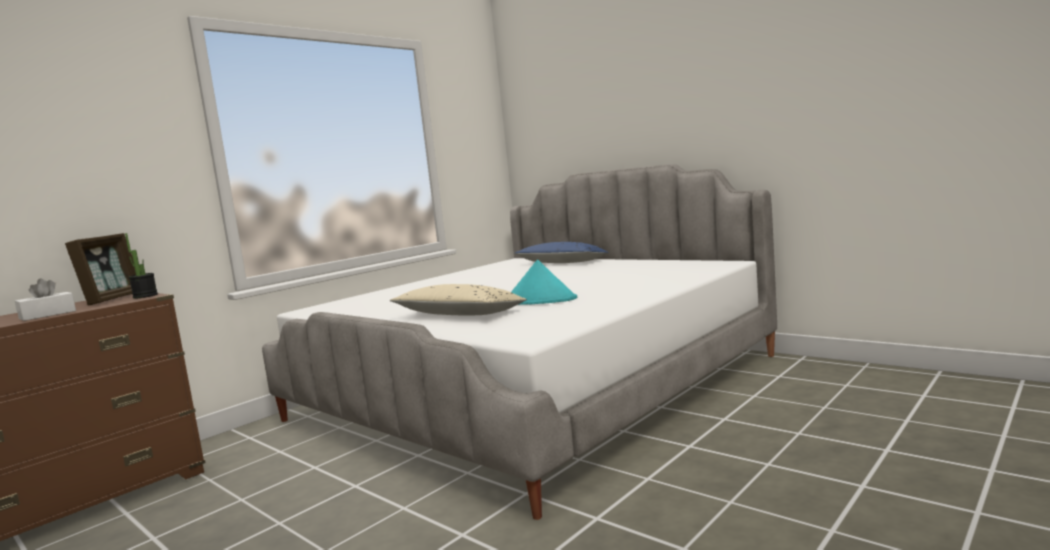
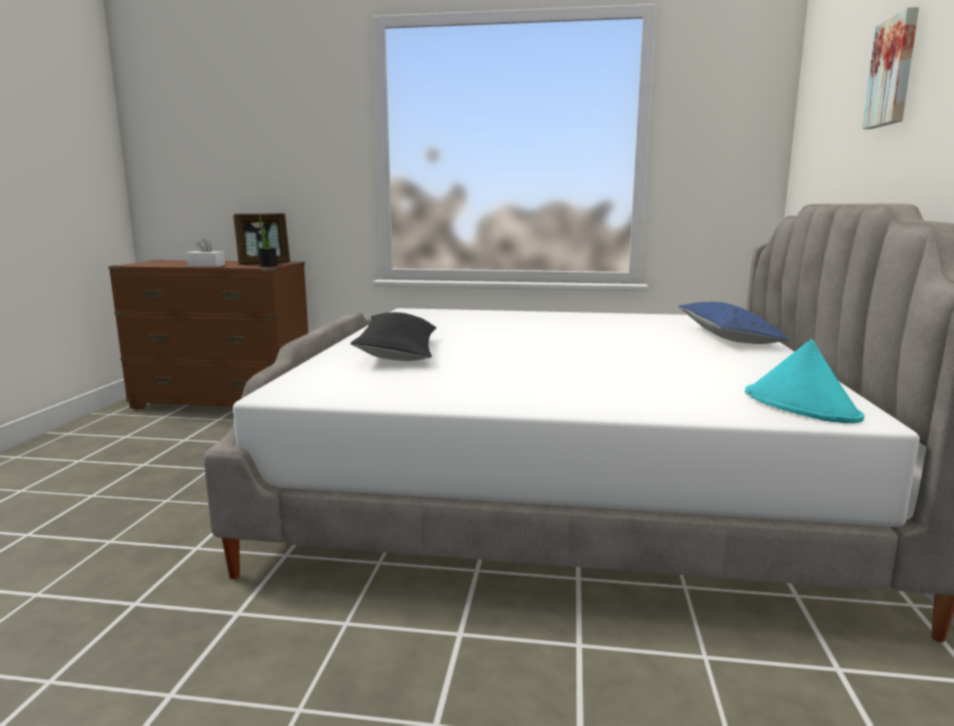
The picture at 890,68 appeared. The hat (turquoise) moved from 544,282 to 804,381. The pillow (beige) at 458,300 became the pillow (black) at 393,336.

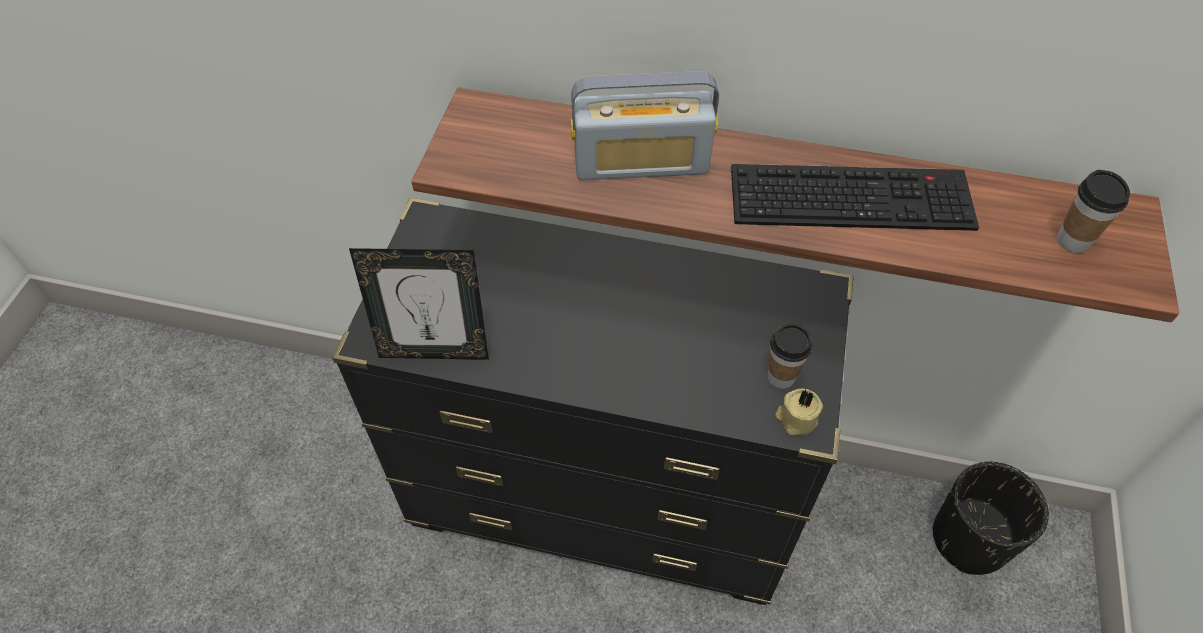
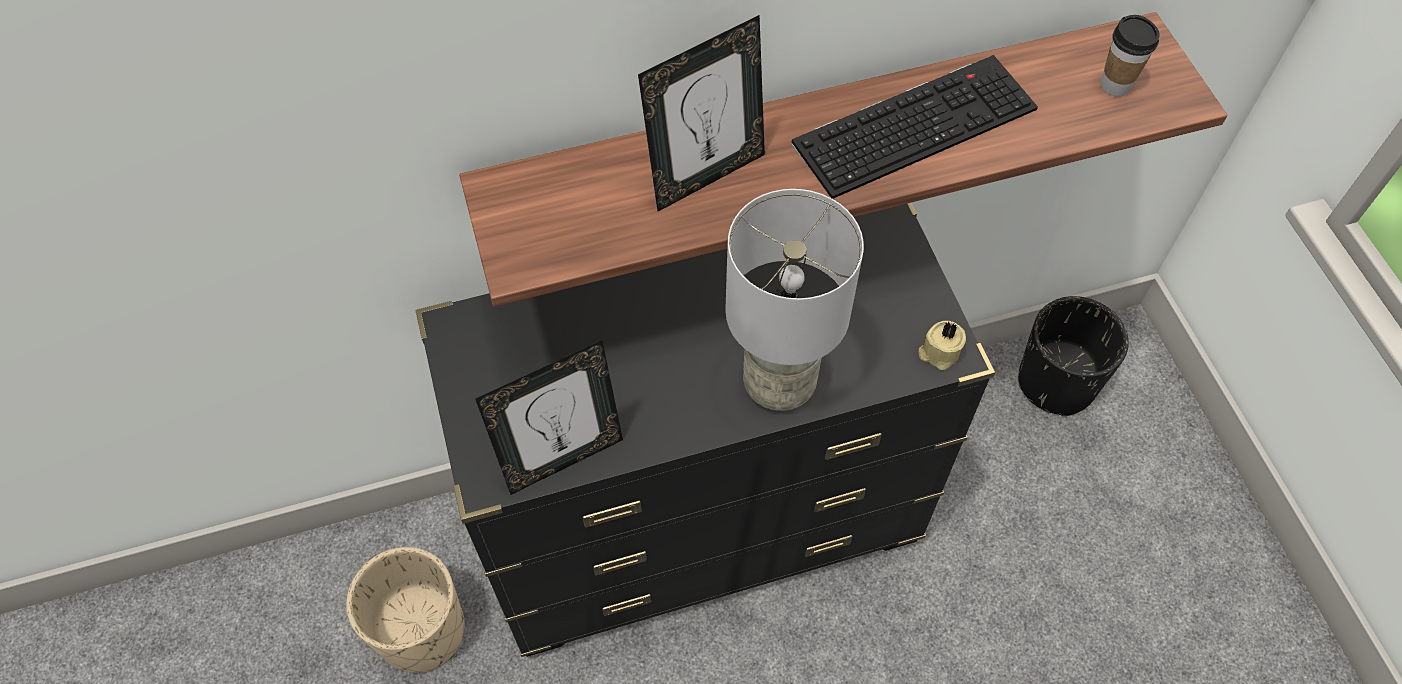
The cup at 790,356 disappeared. The planter (beige) at 406,610 appeared. The table lamp (grey) at 794,300 appeared. The radio at 645,125 was replaced by the picture frame at 701,113.

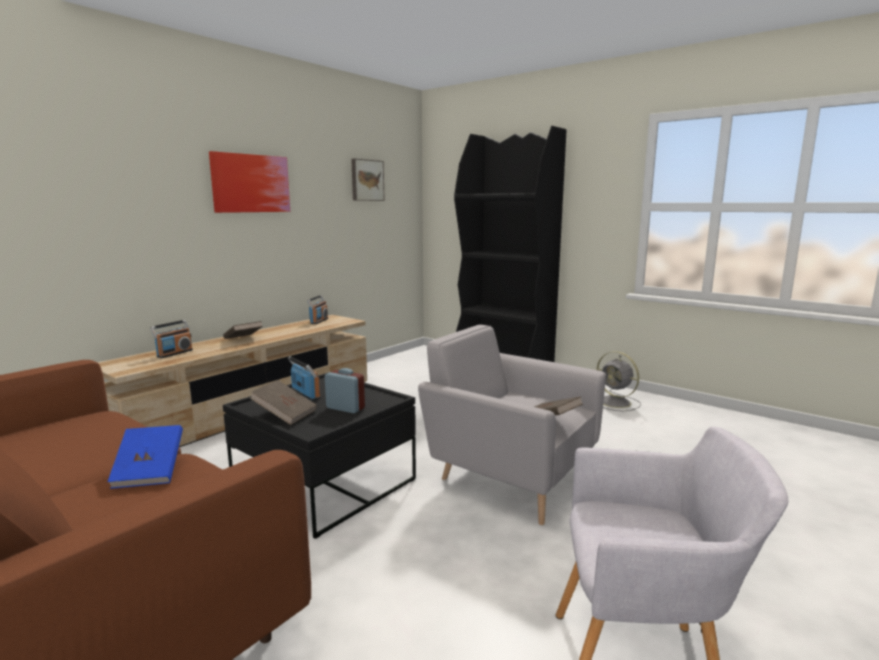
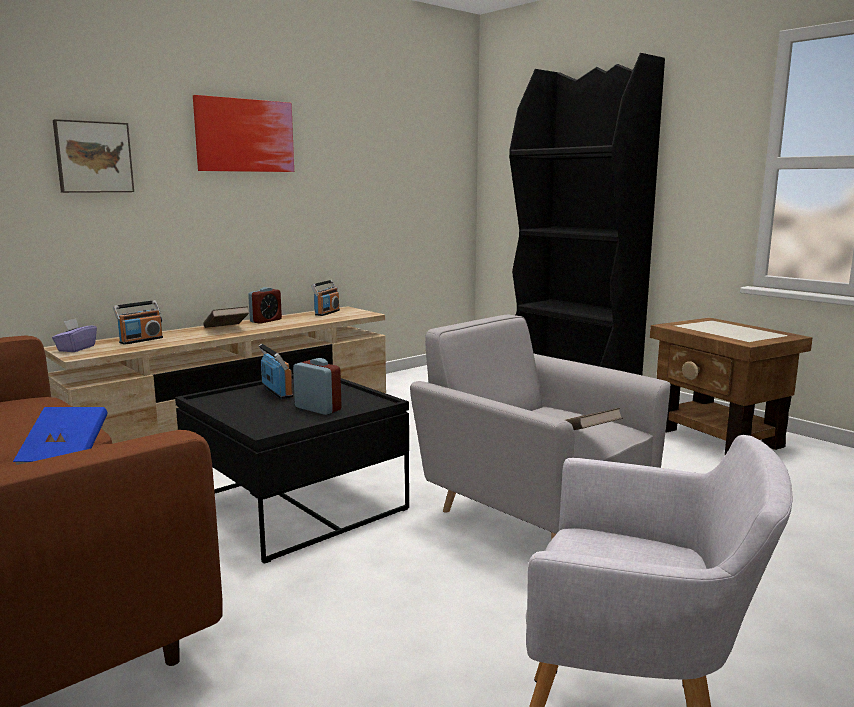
The book (brown) at 283,402 disappeared. The tissue box (purple) at 74,335 appeared. The alarm clock at 265,305 appeared. The picture moved from 368,180 to 93,156. The fan (grey) at 619,381 was replaced by the side table (brown) at 731,386.

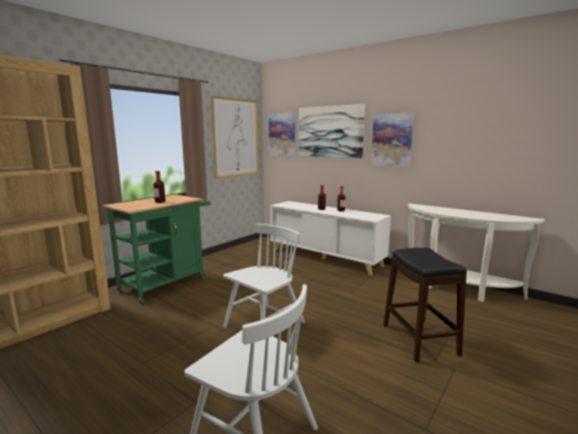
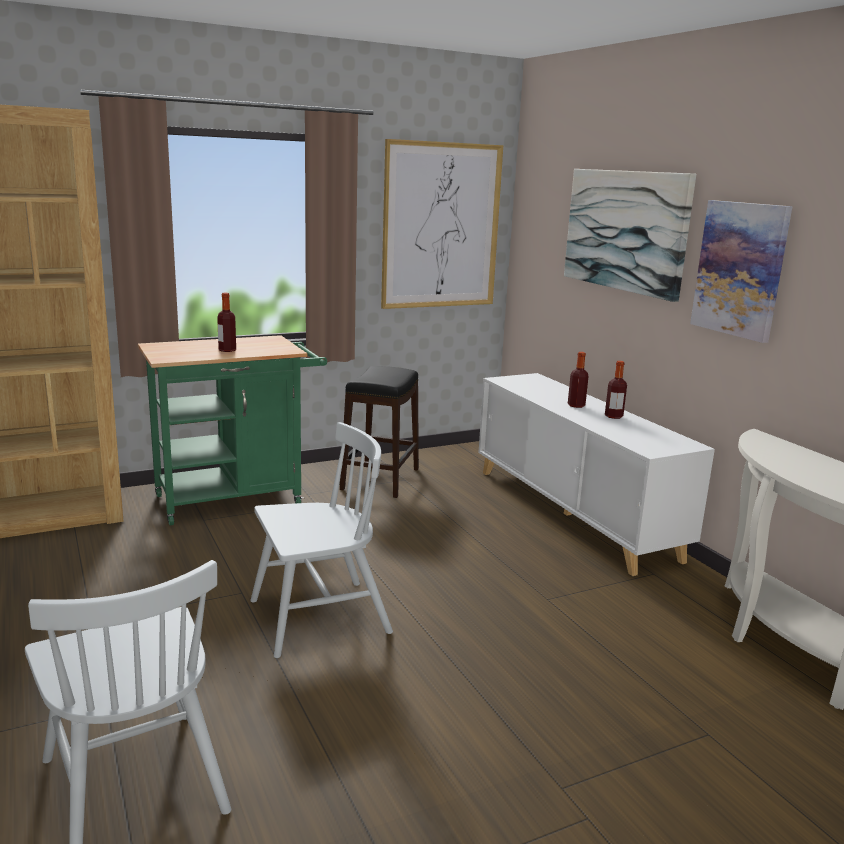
The picture at 282,134 disappeared. The stool (black) moved from 425,305 to 379,432.

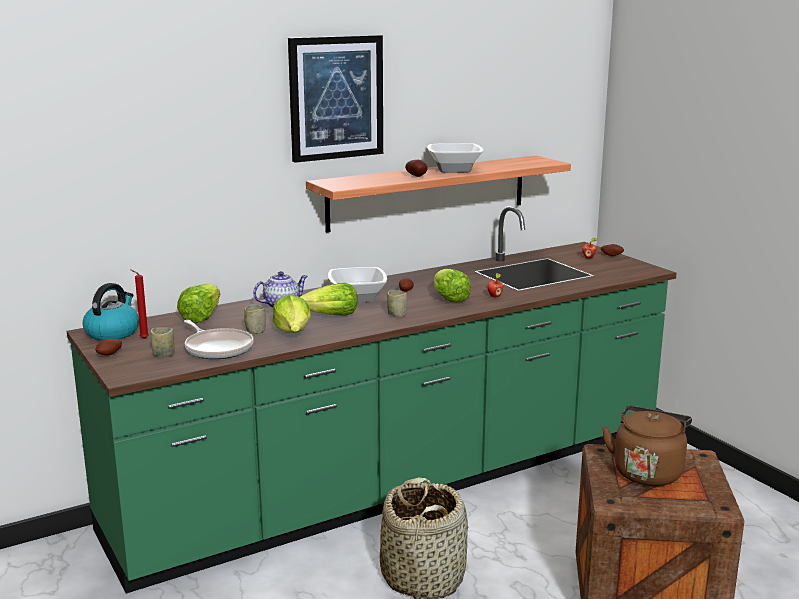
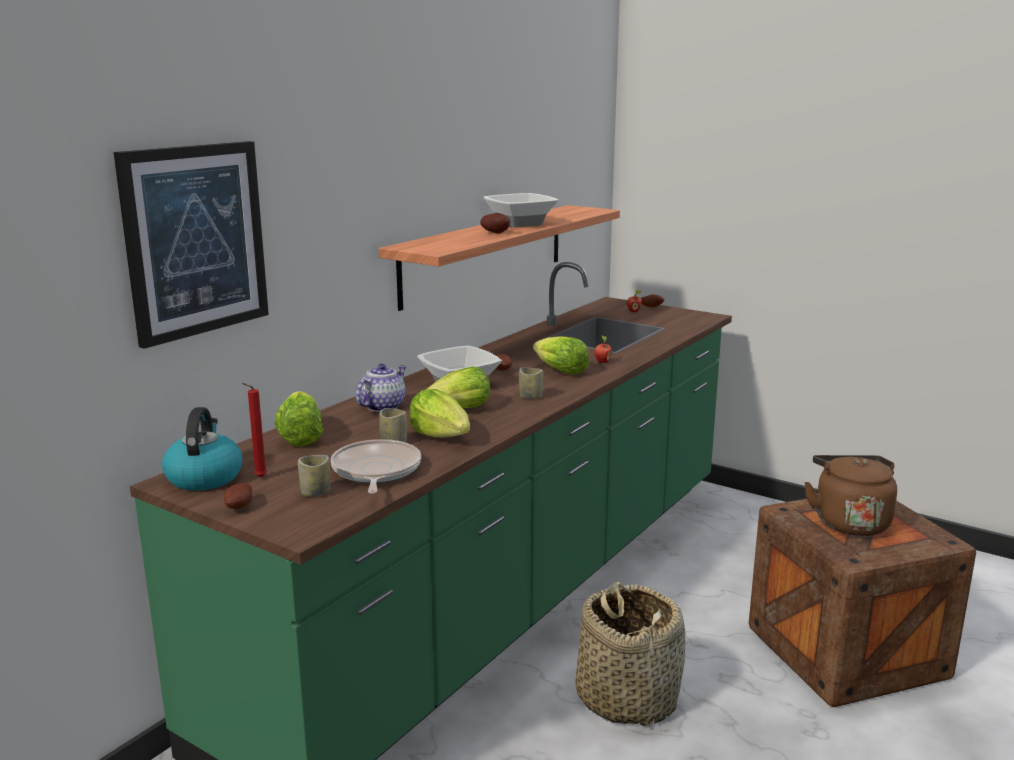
The picture moved from 335,99 to 191,245. The frying pan at 219,339 turned 120 degrees counterclockwise.

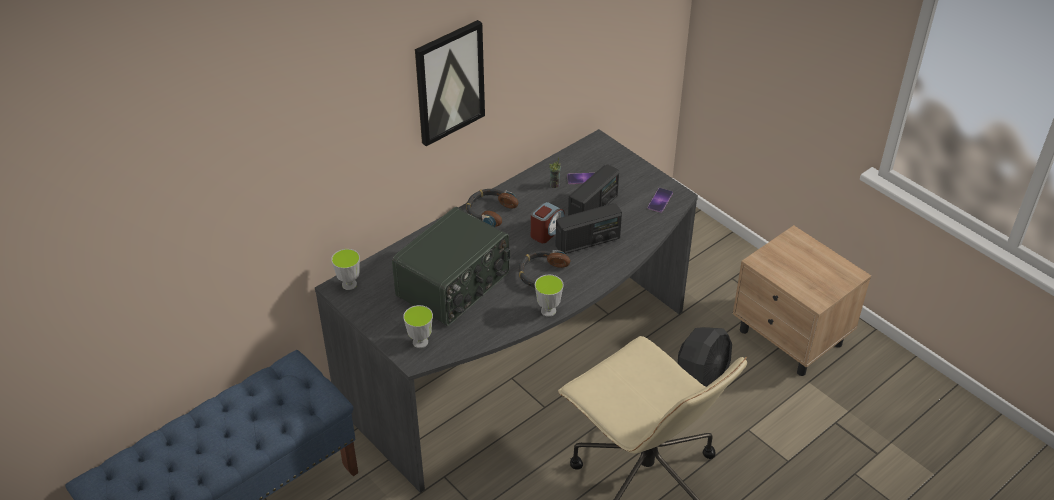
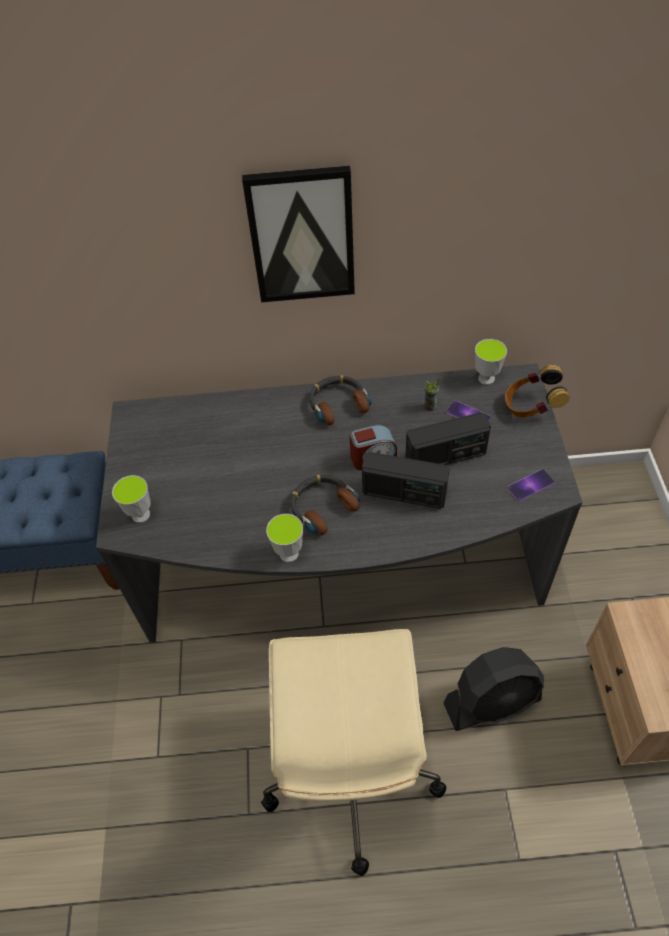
The radio at 451,266 disappeared. The headphones at 537,391 appeared. The cup moved from 345,269 to 491,362.

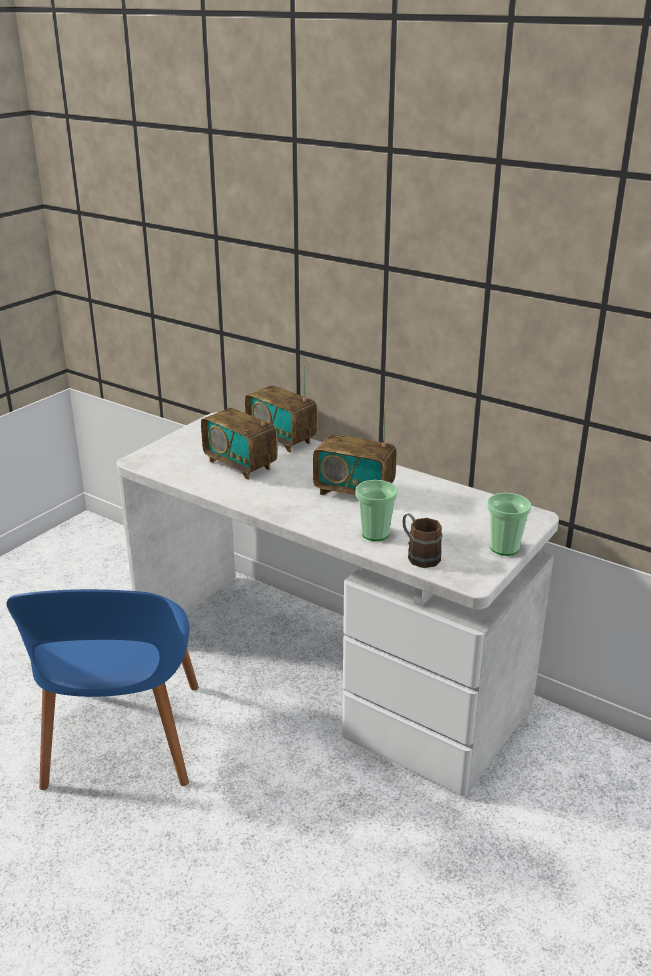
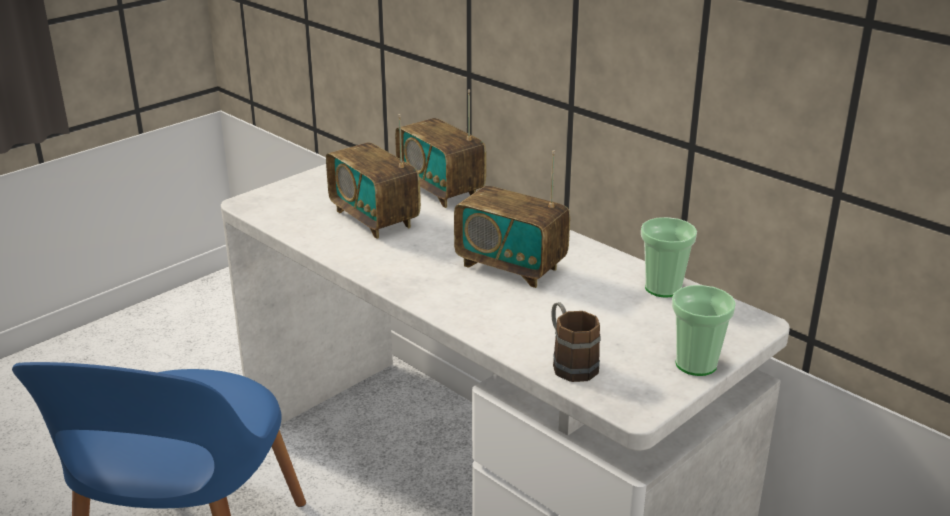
The cup moved from 377,510 to 669,257.

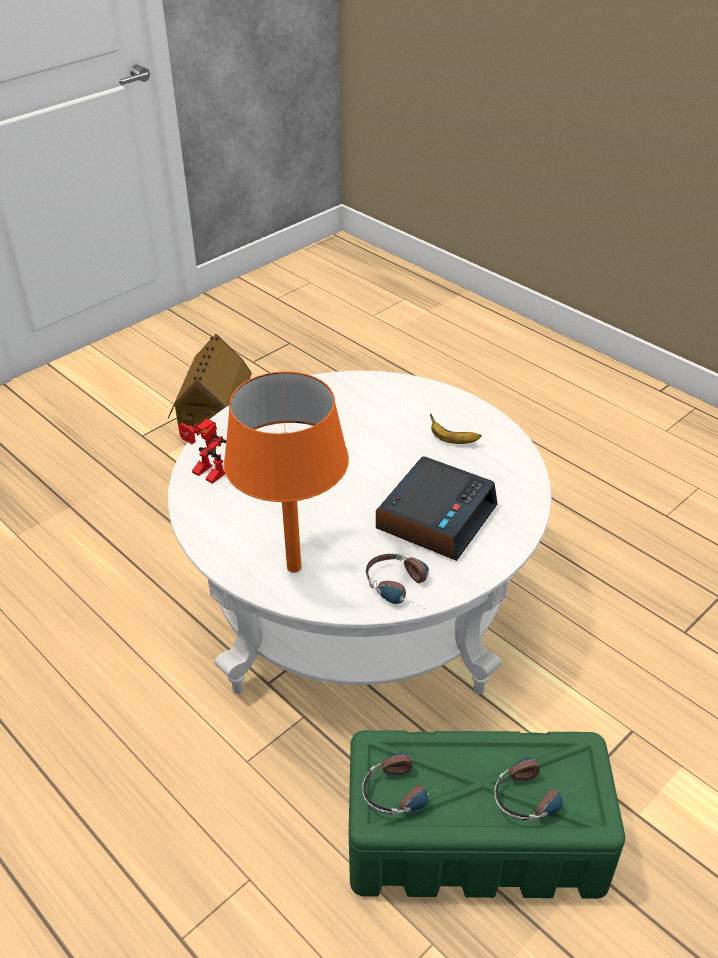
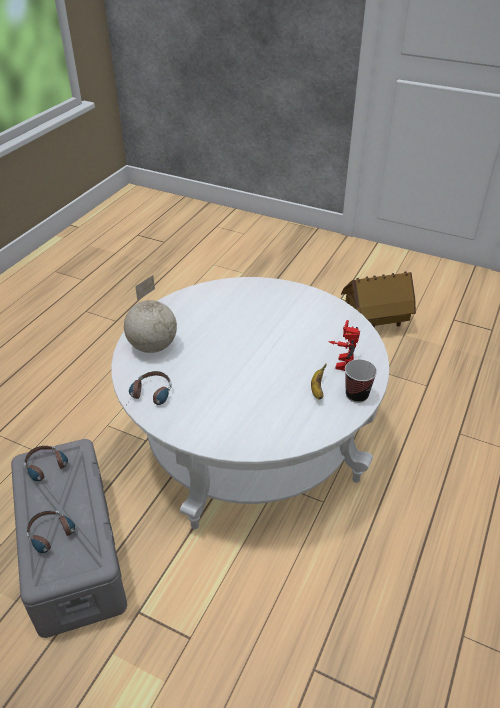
The alarm clock at 436,508 disappeared. The cup at 361,381 appeared. The toy robot moved from 202,451 to 344,345. The table lamp (orange) at 286,472 was replaced by the globe at 150,314. The storage box (green) at 487,814 became the storage box (grey) at 69,538.

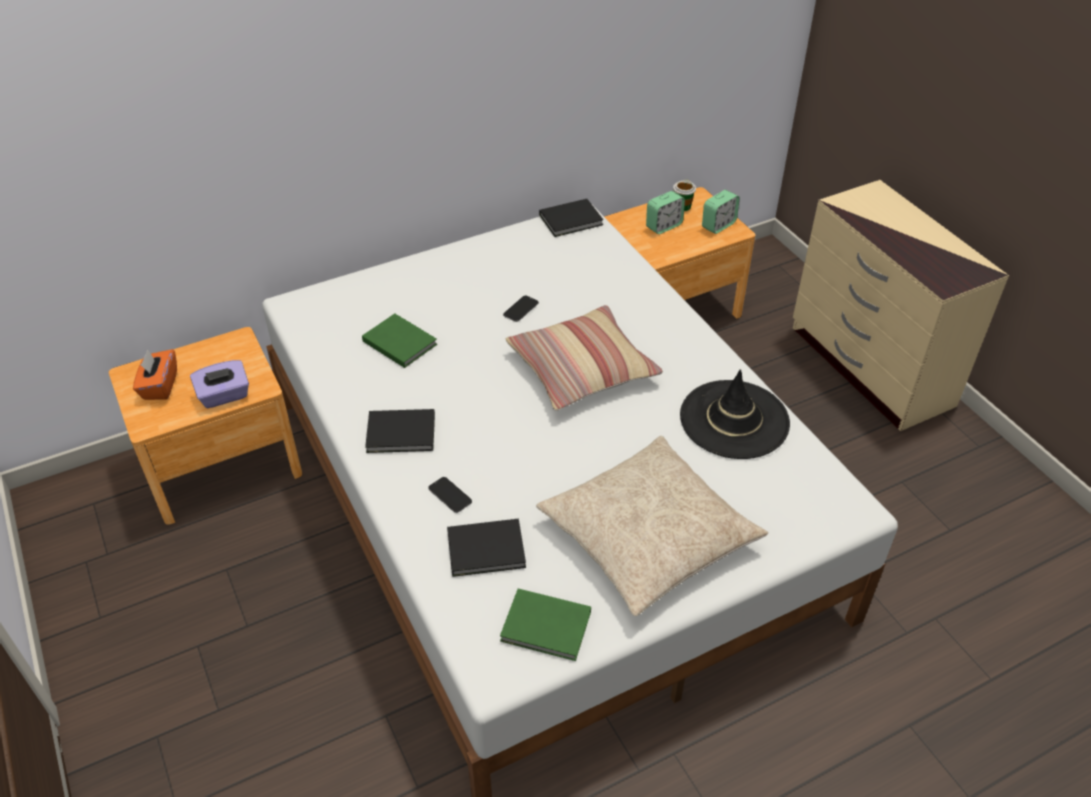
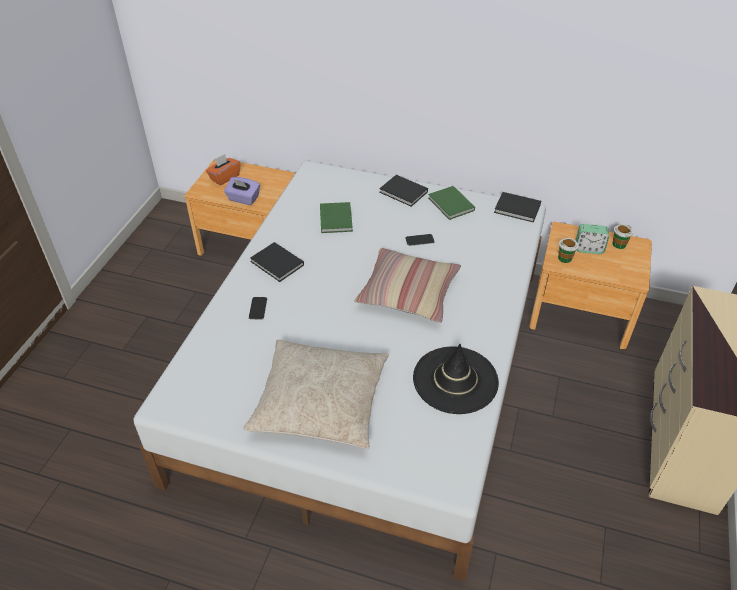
The alarm clock at 721,212 disappeared. The cup at 568,250 appeared. The book (black) moved from 486,548 to 403,191. The book (green) moved from 545,624 to 451,203.

